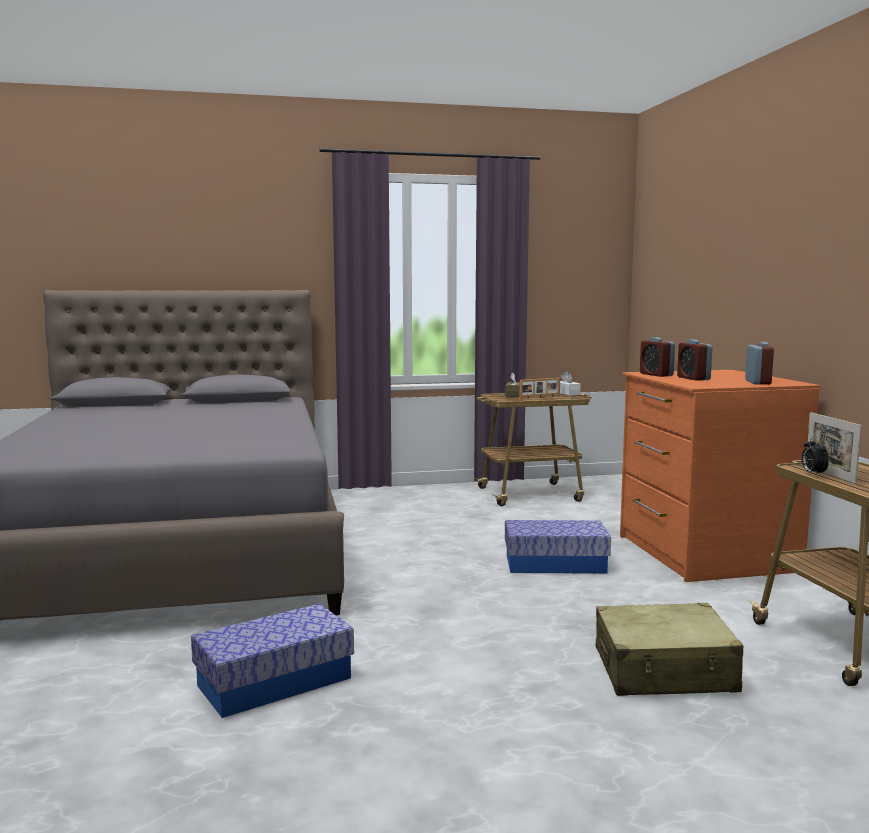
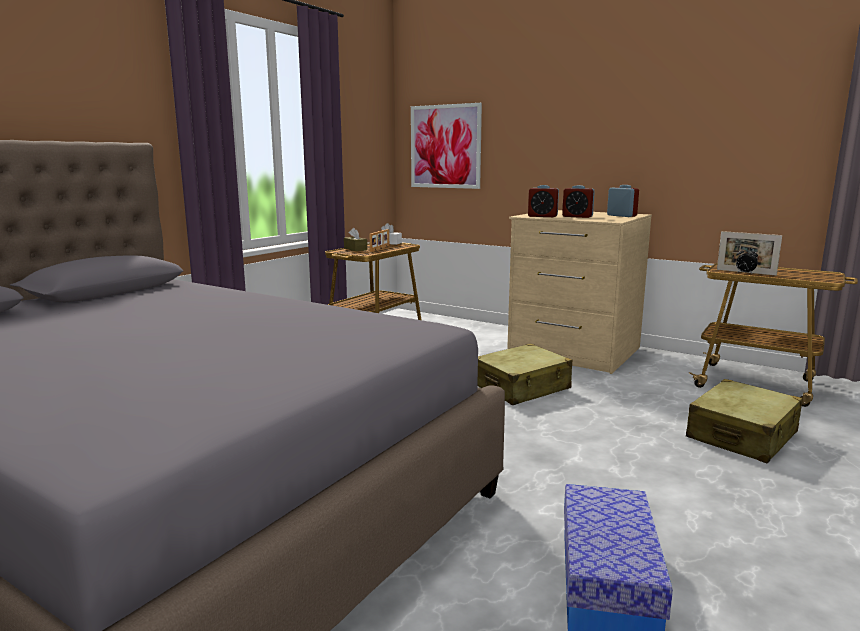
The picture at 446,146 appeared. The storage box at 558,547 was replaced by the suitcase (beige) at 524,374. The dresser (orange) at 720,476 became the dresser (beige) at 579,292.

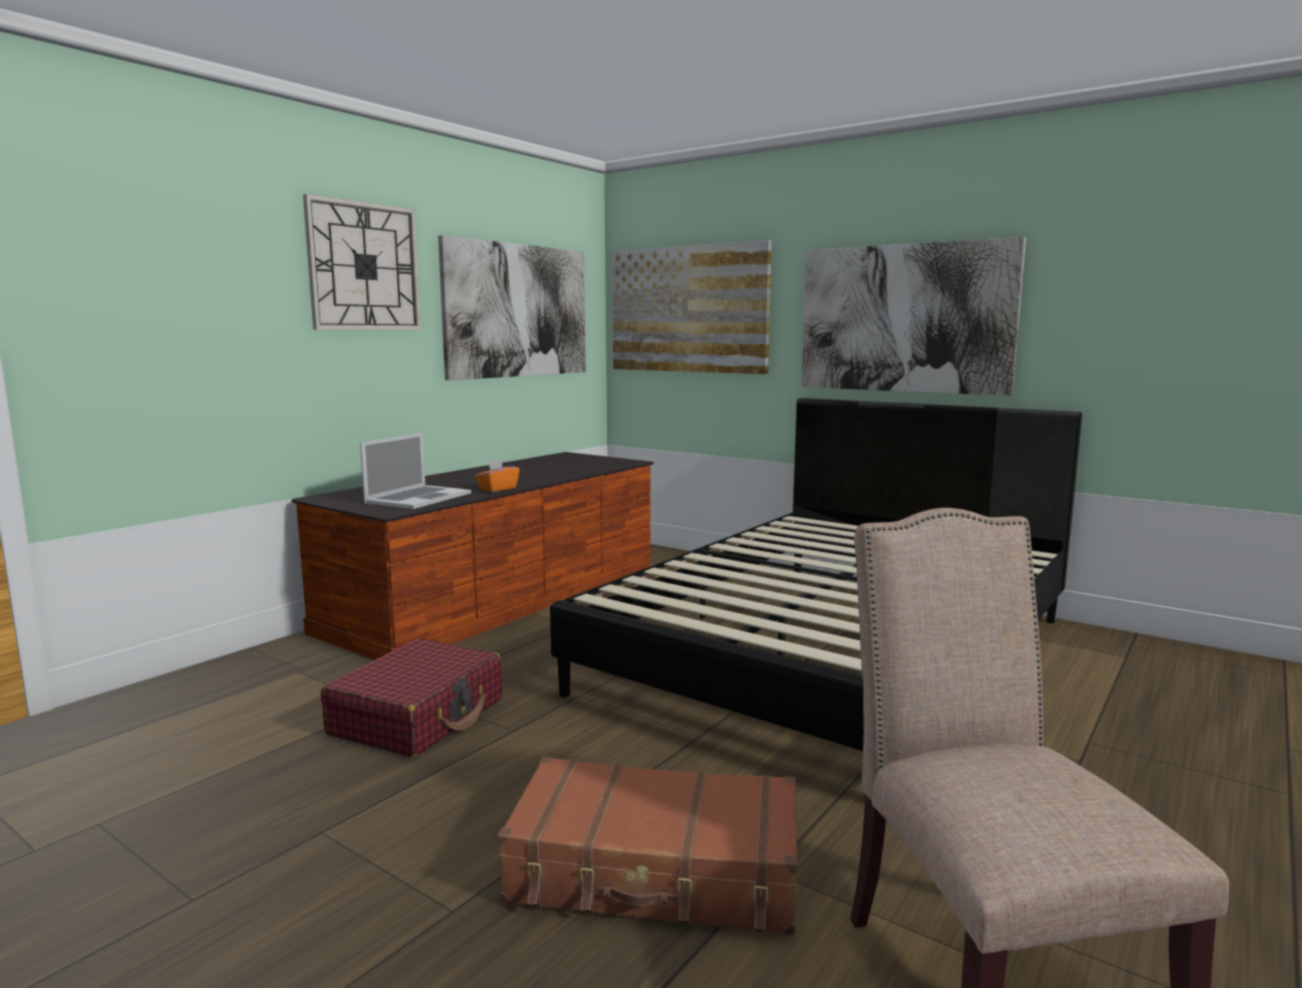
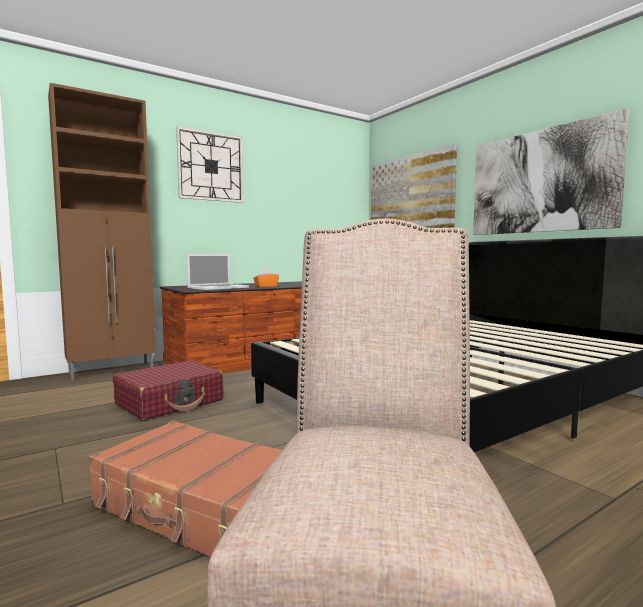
The picture at 512,307 disappeared. The cabinet (brown) at 102,232 appeared.

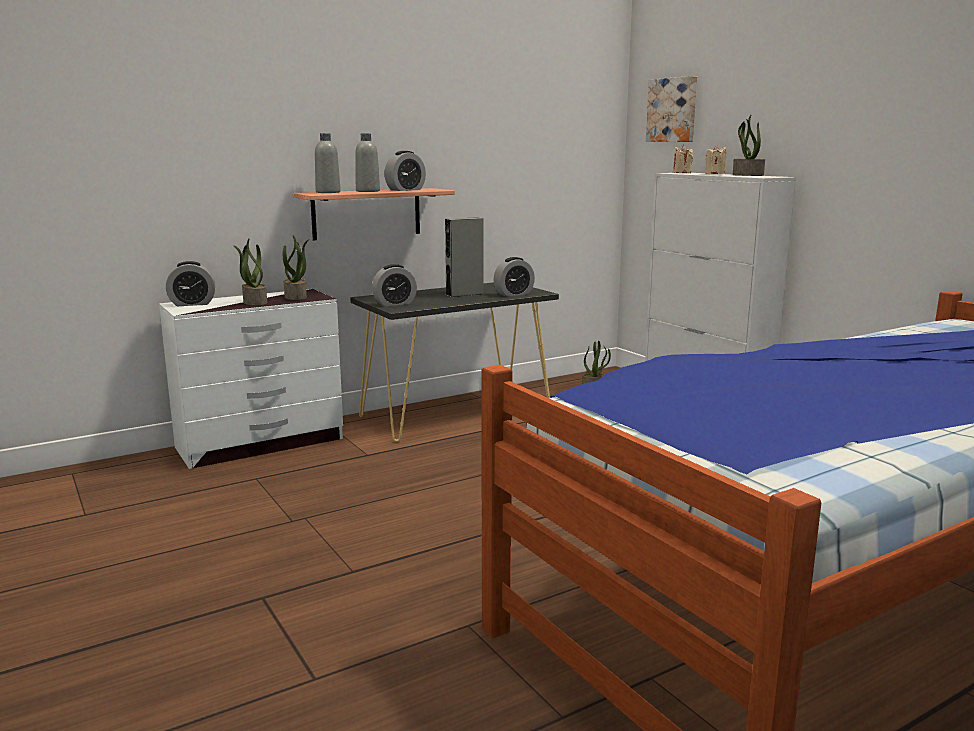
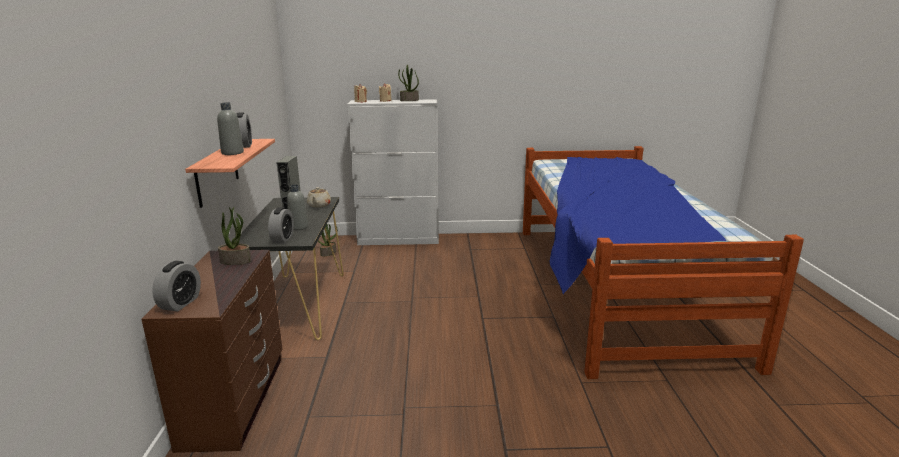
The potted plant at 250,272 disappeared. The picture at 671,109 disappeared. The bottle (grey) moved from 328,163 to 297,207. The alarm clock at 514,276 was replaced by the teapot (beige) at 319,197. The dresser (white) at 251,379 became the dresser (brown) at 212,351.

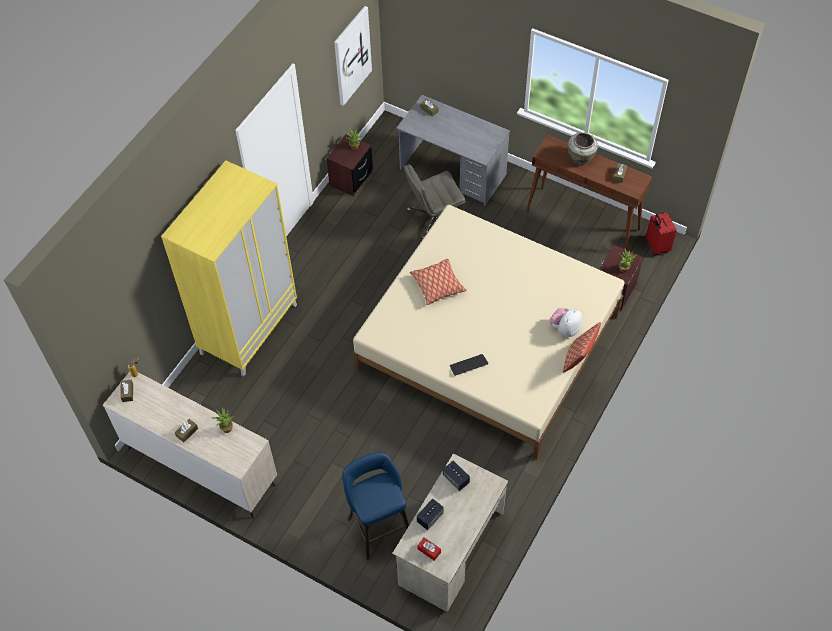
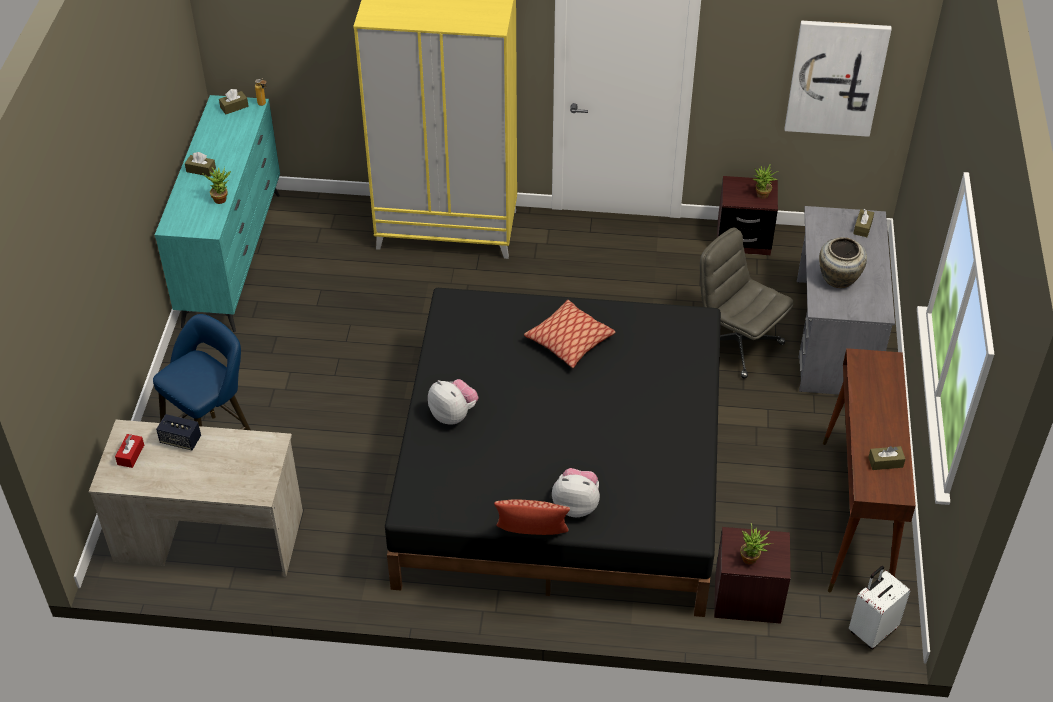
The speaker at 456,475 disappeared. The vase (beige) moved from 583,148 to 843,262. The keyboard at 469,365 was replaced by the plush toy at 453,402. The dresser (beige) at 190,445 became the dresser (turquoise) at 217,213. The bed (beige) at 489,332 became the bed (black) at 553,452. The suitcase (red) at 661,234 became the suitcase (white) at 880,607.

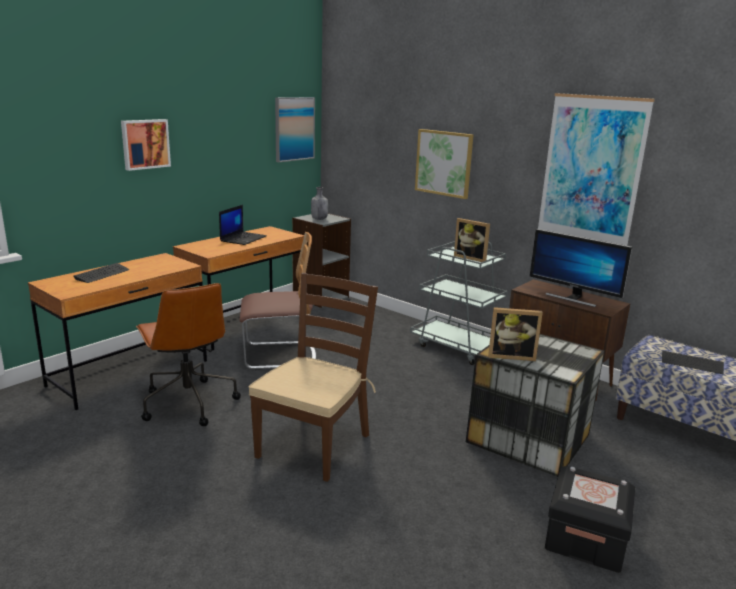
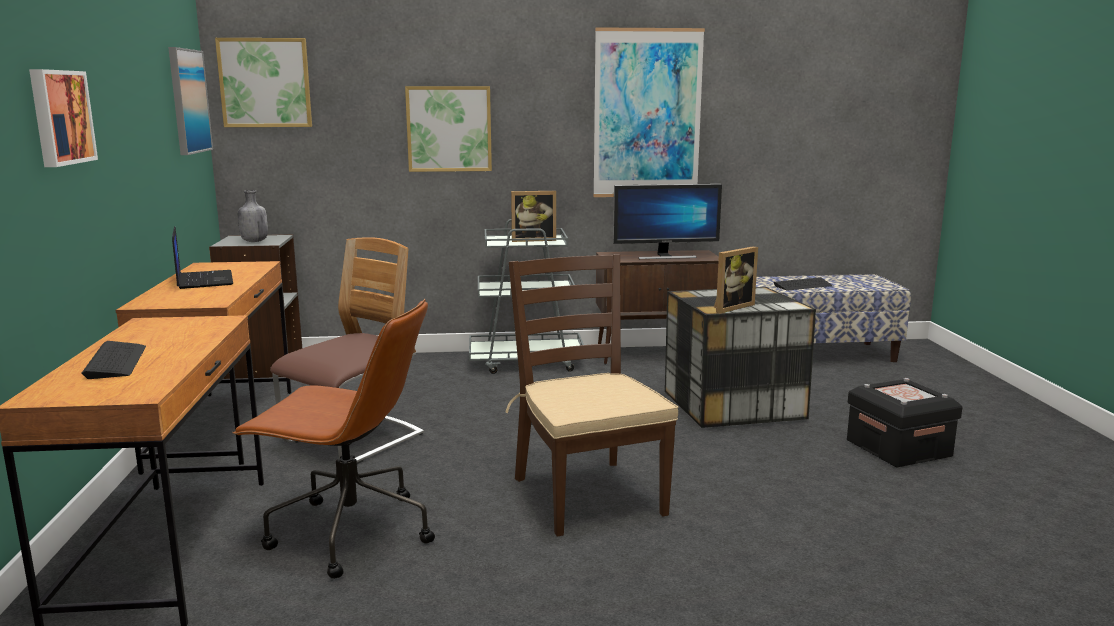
The picture at 263,82 appeared.

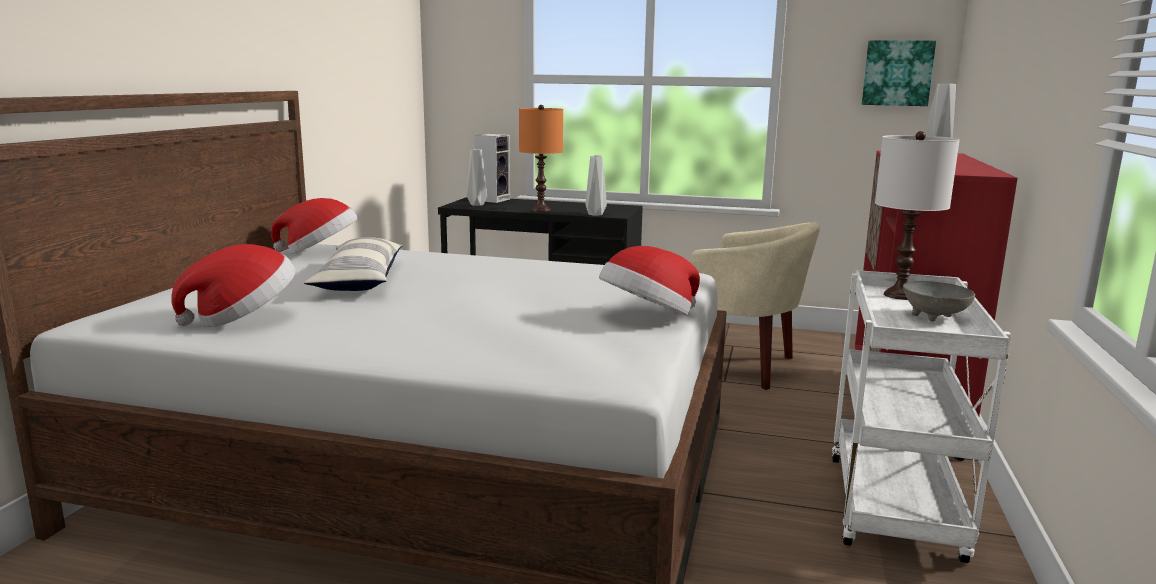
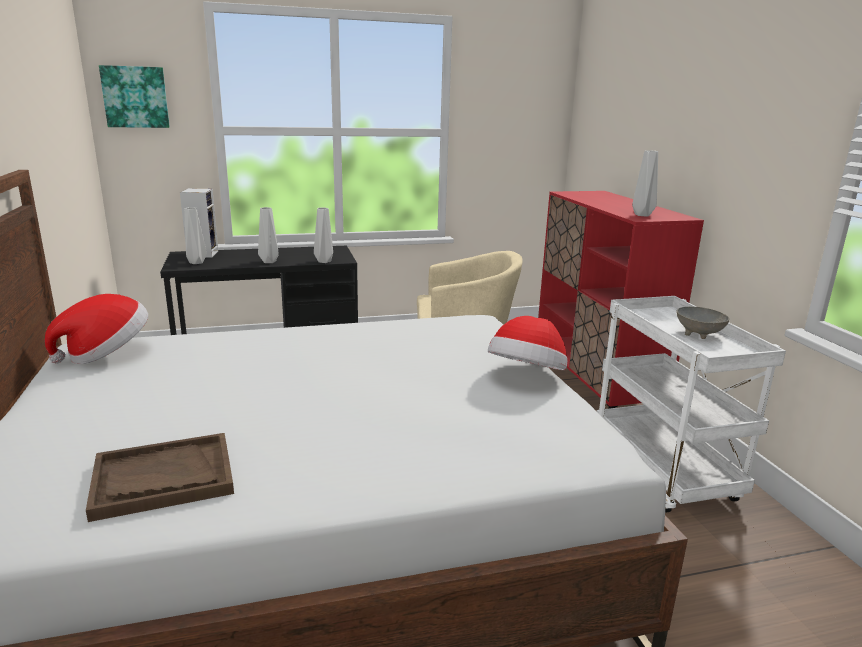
The pillow at 353,264 disappeared. The table lamp (white) at 917,215 disappeared. The picture moved from 899,73 to 134,96. The hat at 233,285 was replaced by the tray (brown) at 160,477. The table lamp (orange) at 541,158 was replaced by the vase (grey) at 268,235.

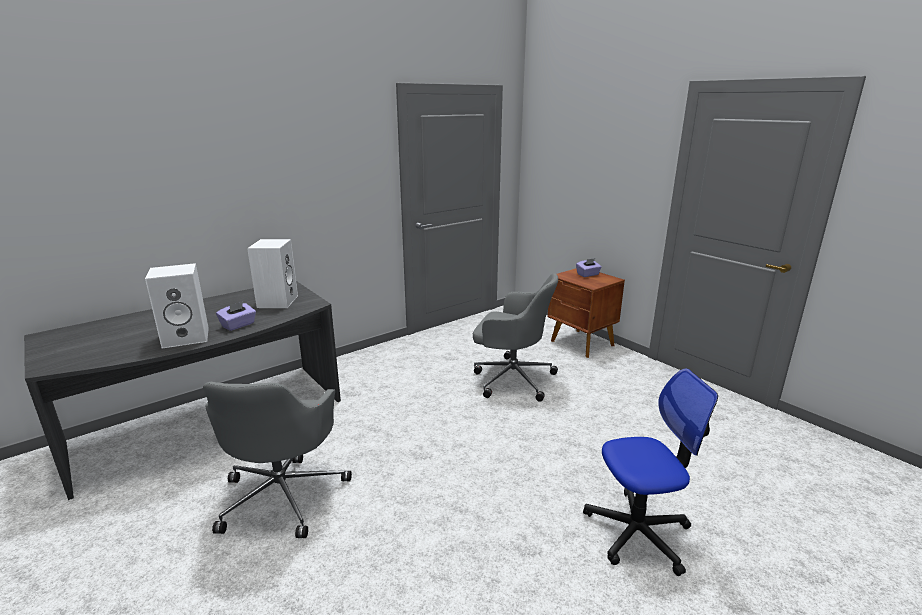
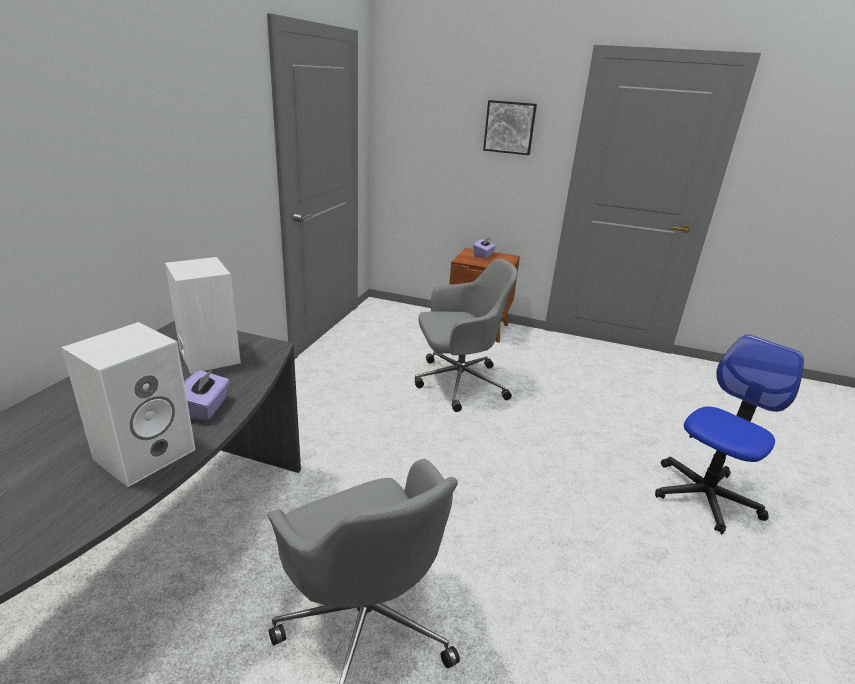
The picture at 510,127 appeared.

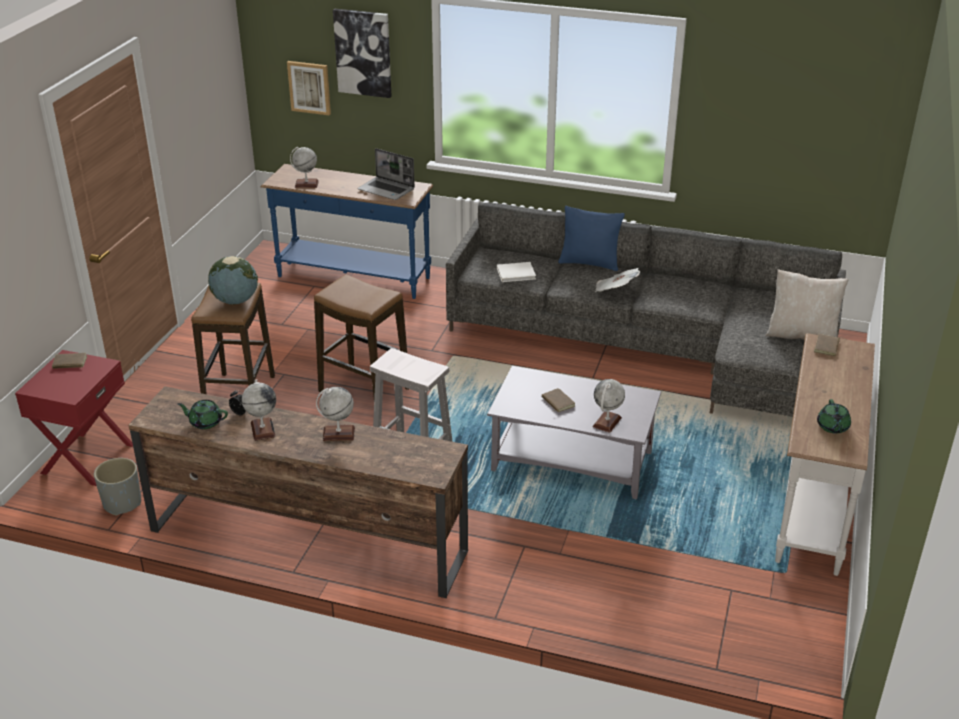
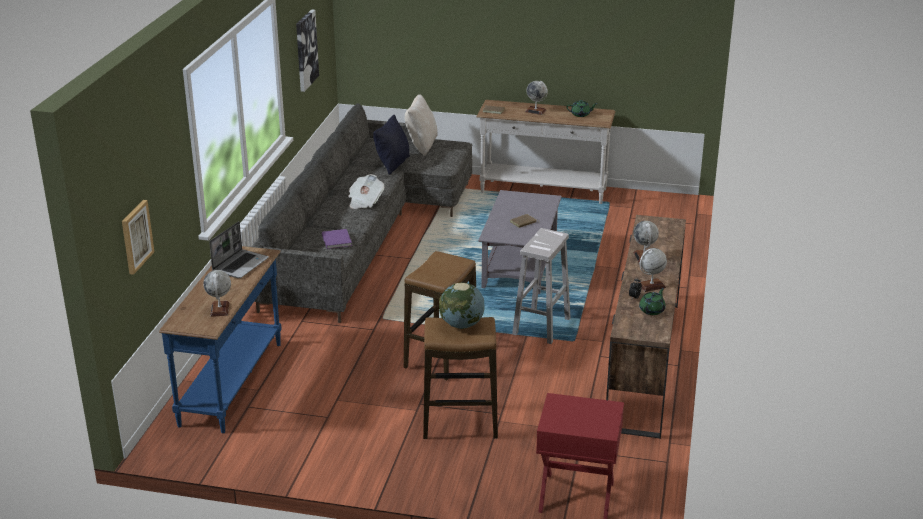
The book (brown) at 69,361 disappeared. The planter (grey) at 117,486 disappeared. The pillow (blue) at 591,238 disappeared. The pillow (black) at 391,145 appeared. The picture moved from 362,53 to 307,50. The globe moved from 608,406 to 536,98. The book (white) at 516,272 became the book (purple) at 337,239. The teapot (green) at 202,414 turned 150 degrees counterclockwise.

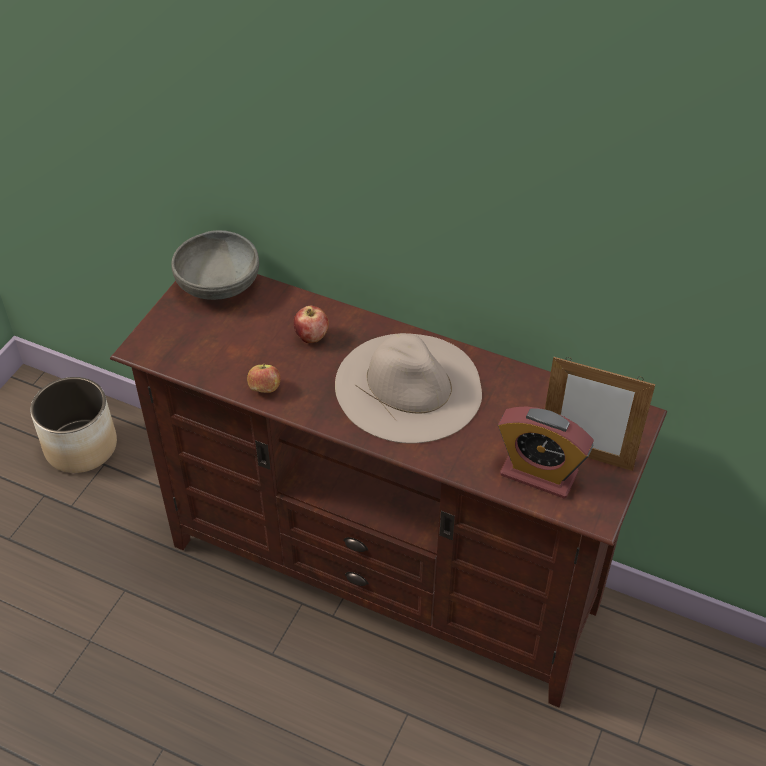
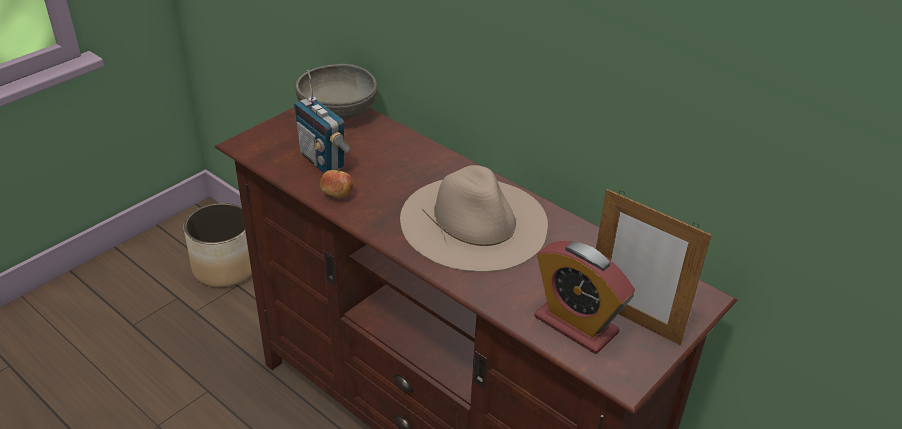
The apple at 311,324 disappeared. The radio at 323,121 appeared.

